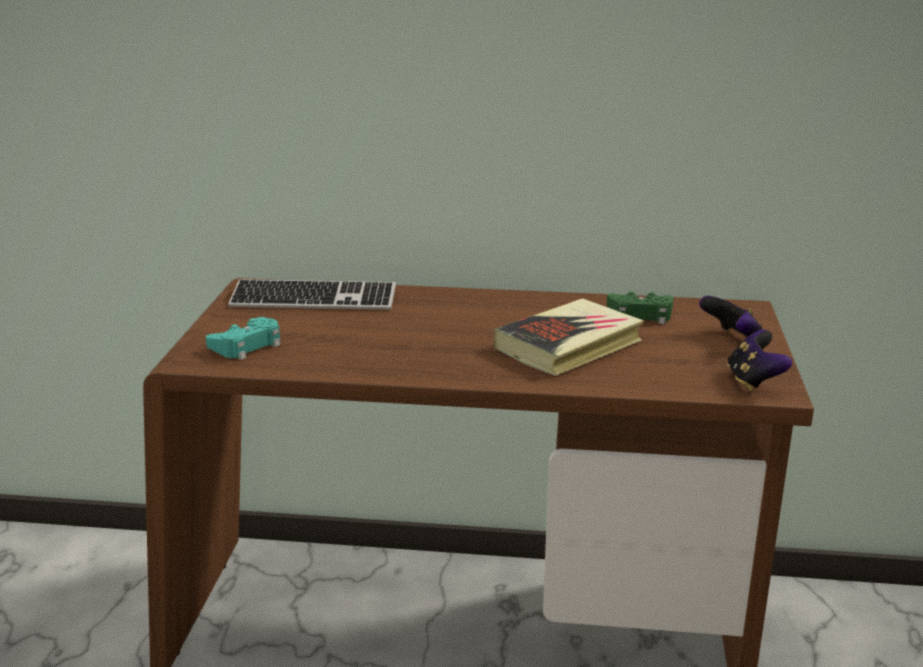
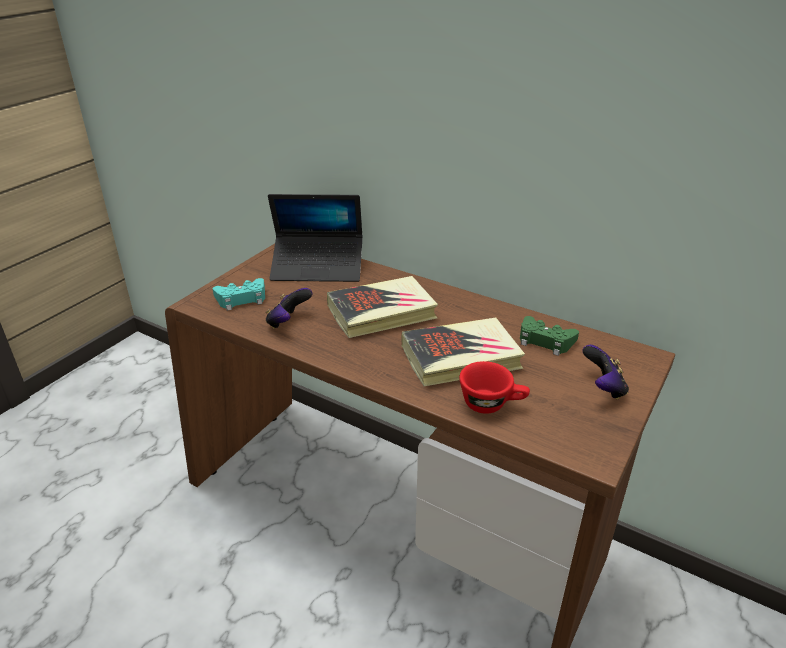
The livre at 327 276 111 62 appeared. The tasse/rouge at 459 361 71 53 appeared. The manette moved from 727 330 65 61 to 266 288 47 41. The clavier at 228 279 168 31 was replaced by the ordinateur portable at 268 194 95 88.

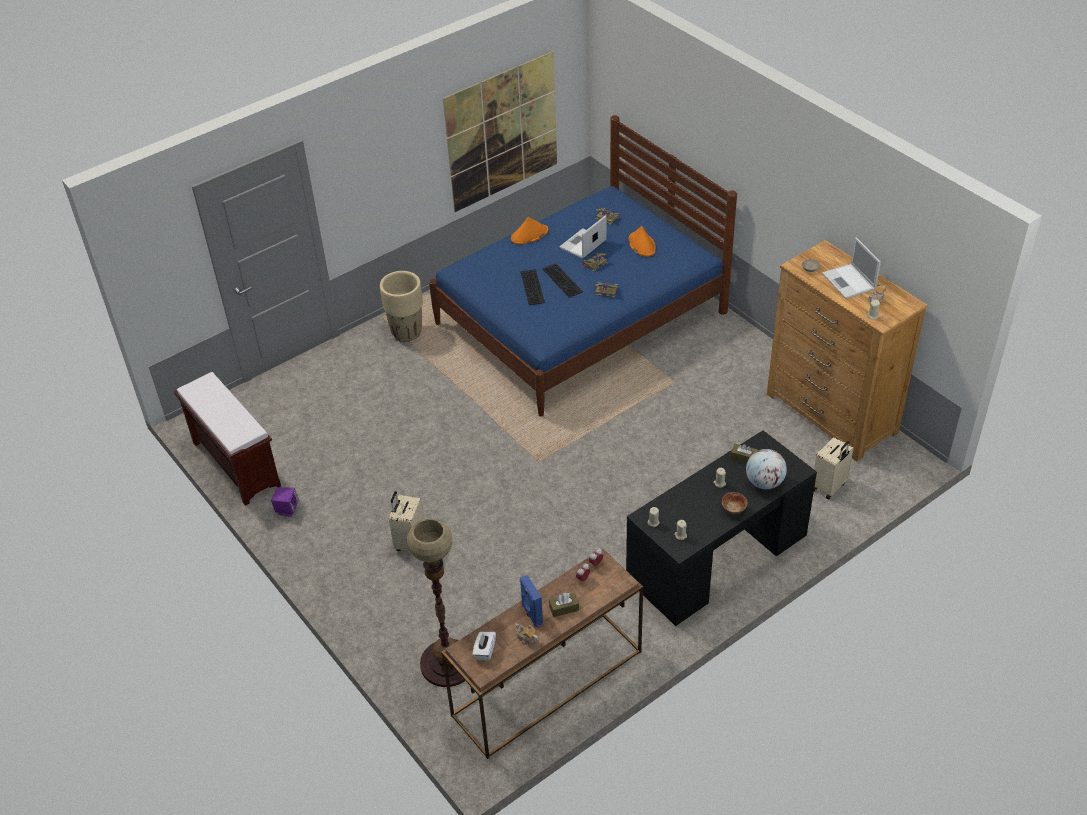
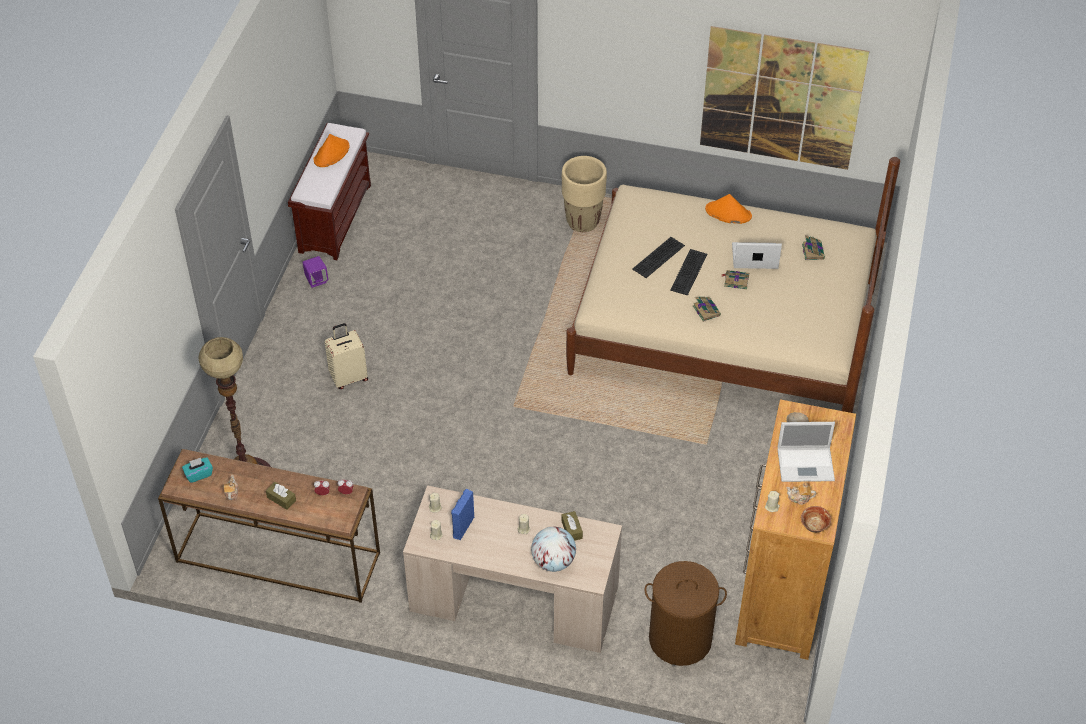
The enceinte/bleu moved from 520 575 23 52 to 451 489 23 51. The chapeau/orange moved from 628 226 28 31 to 314 134 36 33. The bol moved from 722 492 26 23 to 801 506 30 27. The valise/beige at 814 437 40 62 was replaced by the panier à linge/marron at 644 561 83 105. The lit/bleu at 429 115 308 302 became the lit/beige at 566 157 334 256. The boîte à mouchoirs/blanc at 472 632 24 29 became the boîte à mouchoirs/turquoise at 182 458 31 25. The bureau/noir at 626 430 191 196 became the bureau/beige at 403 485 219 168. The ordinateur portable at 822 237 59 62 turned 120 degrees counterclockwise.

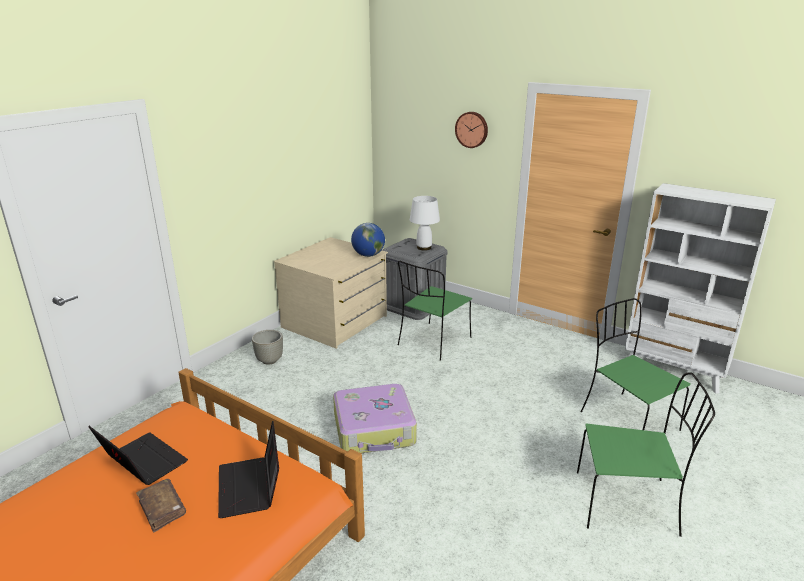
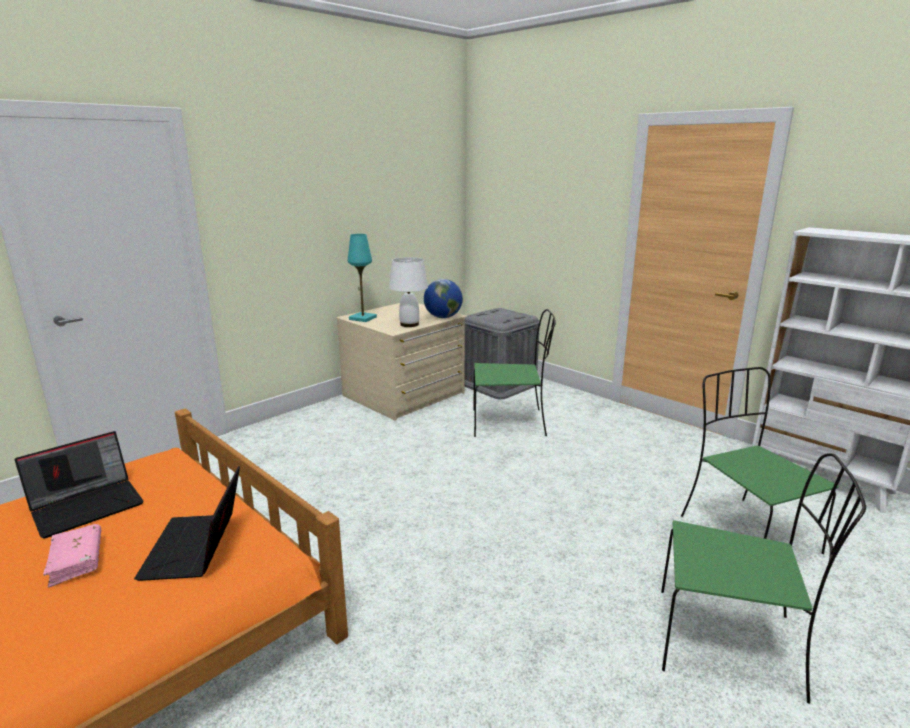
The cache-pot/gris at 252 330 31 35 disappeared. The valise at 333 384 84 69 disappeared. The horloge murale at 455 112 33 36 disappeared. The lampe de table/turquoise at 348 234 29 88 appeared. The lampe de table/blanc moved from 410 196 30 55 to 389 257 39 70. The livre/marron at 136 479 50 53 became the livre/rose at 43 524 58 63. The ordinateur portable at 89 426 99 59 turned 90 degrees clockwise. The chaise/vert at 398 261 74 100 turned 135 degrees counterclockwise.

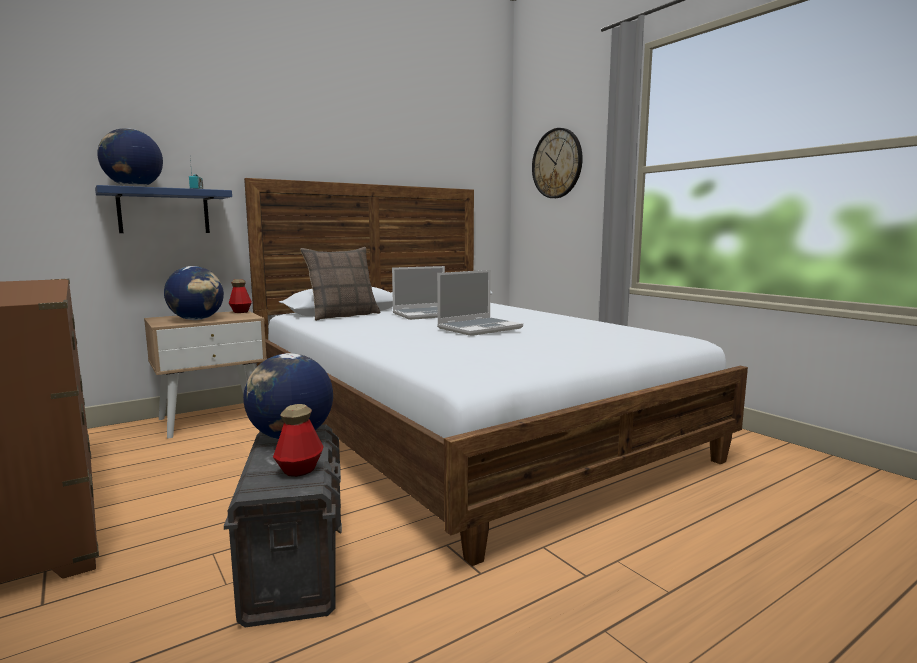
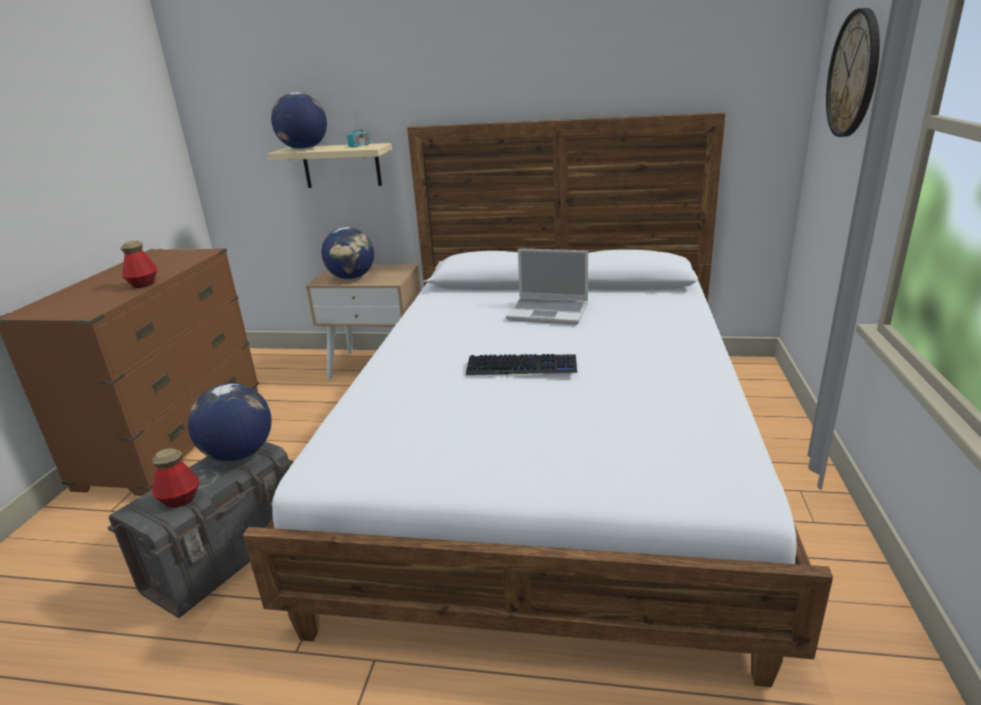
The coussin at 300 247 81 74 disappeared. The bouteille moved from 229 279 23 34 to 120 240 37 48. The ordinateur portable at 437 270 86 66 was replaced by the clavier at 466 354 111 21. The étagère/bleu at 95 185 137 48 became the étagère/beige at 268 143 124 45.

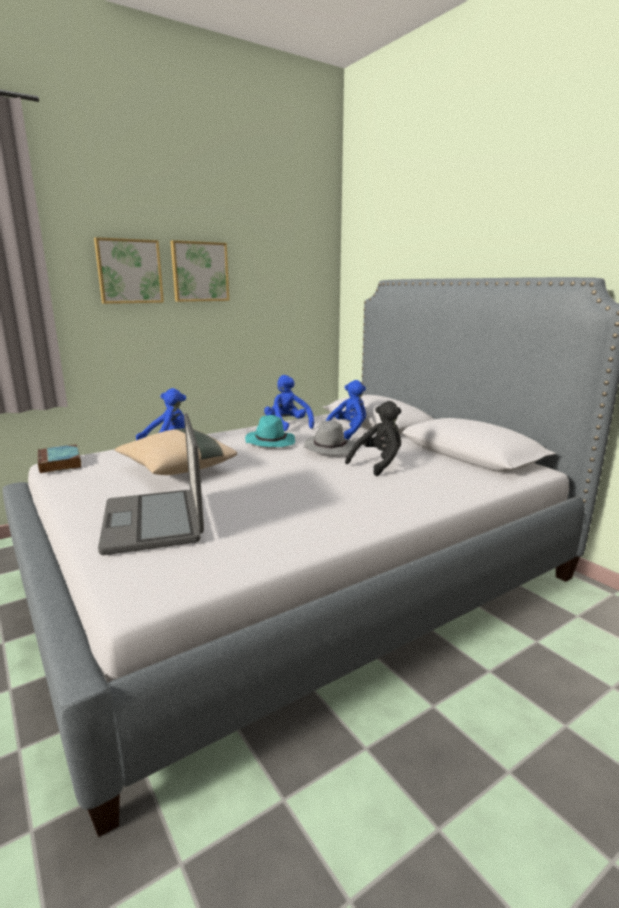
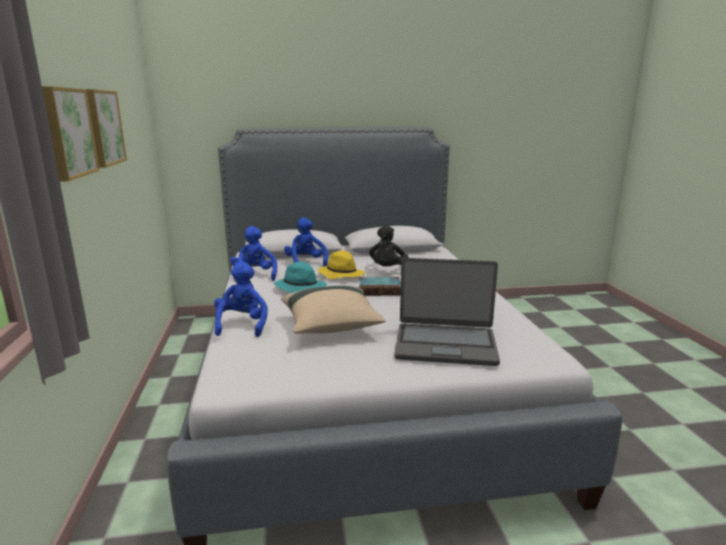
The livre moved from 38 444 43 29 to 359 277 42 19. The chapeau/gris at 304 420 52 35 became the chapeau/jaune at 318 250 47 29. The peluche/bleu at 264 375 50 56 turned 75 degrees clockwise. The peluche/noir at 345 401 56 75 turned 150 degrees counterclockwise.

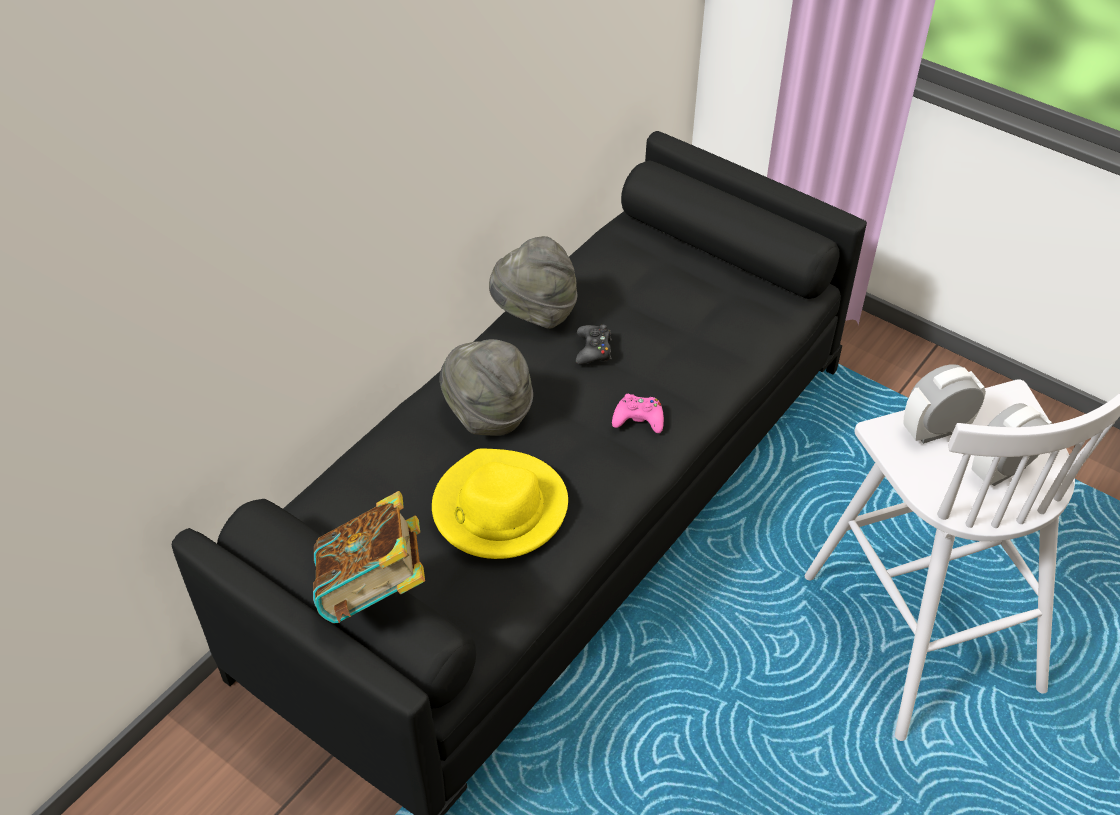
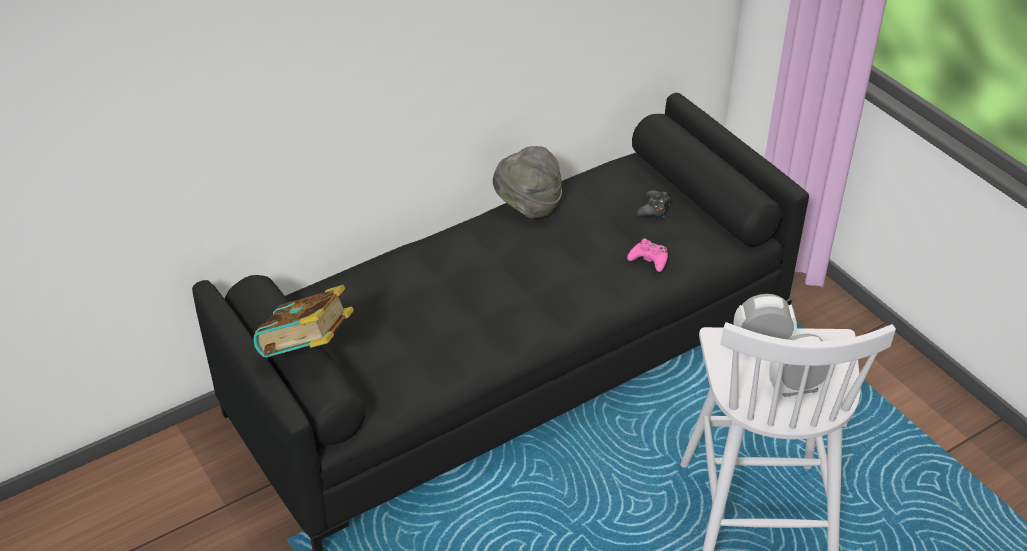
The chapeau/jaune at 432 448 136 111 disappeared. The chapeau/gris at 439 339 94 97 disappeared. The manette/noir moved from 576 324 36 40 to 637 190 34 29. The manette/rose moved from 612 394 52 39 to 627 238 41 34.

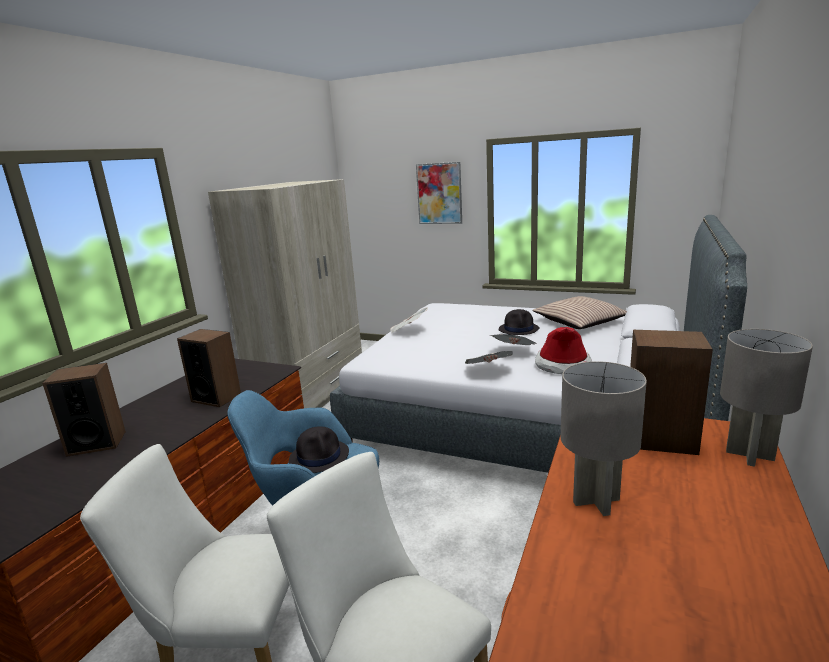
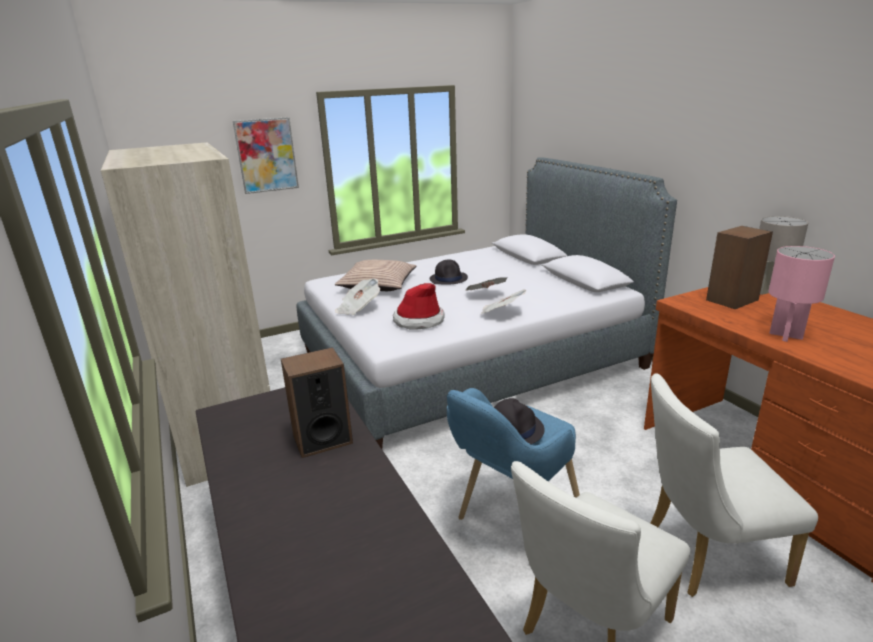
The enceinte at 42 363 84 94 disappeared. The coussin moved from 532 296 95 33 to 335 260 81 31. The chapeau moved from 535 327 57 47 to 393 283 52 47. The lampe de table/gris at 561 361 86 155 became the lampe de table/rose at 769 246 66 96.

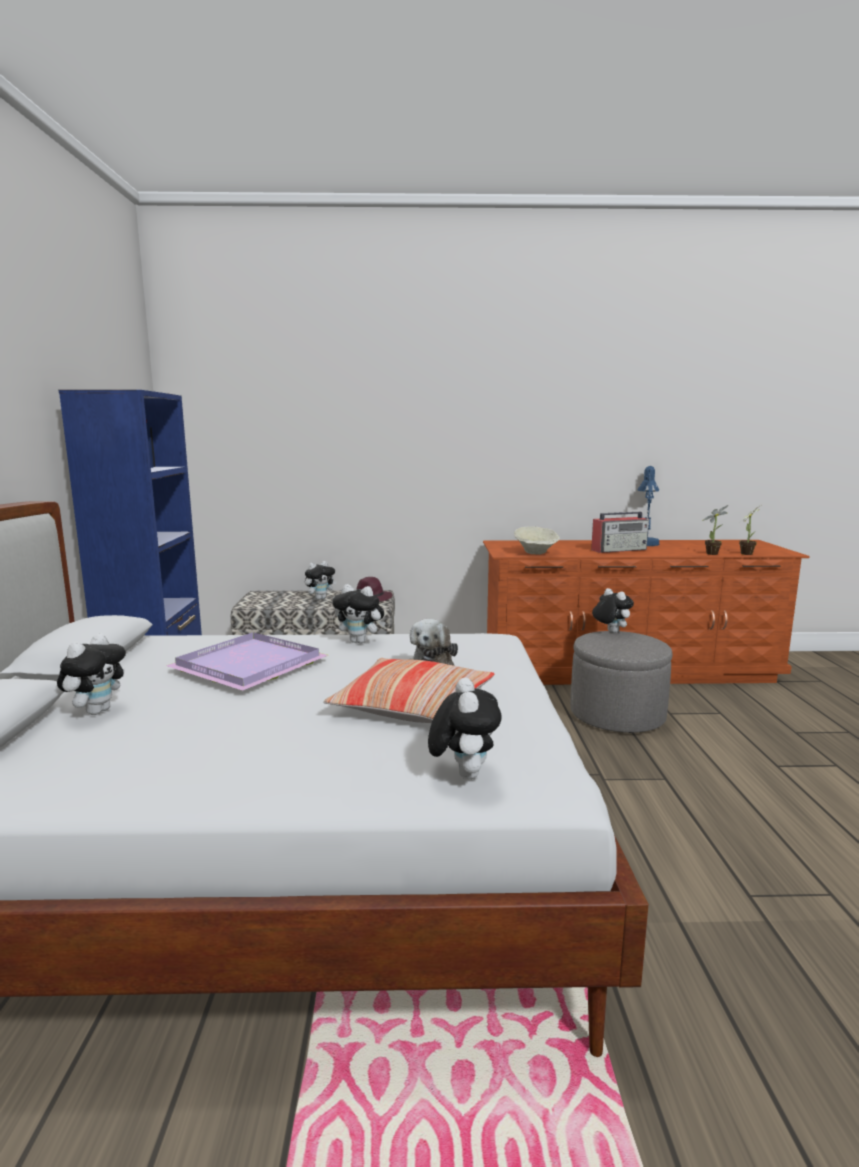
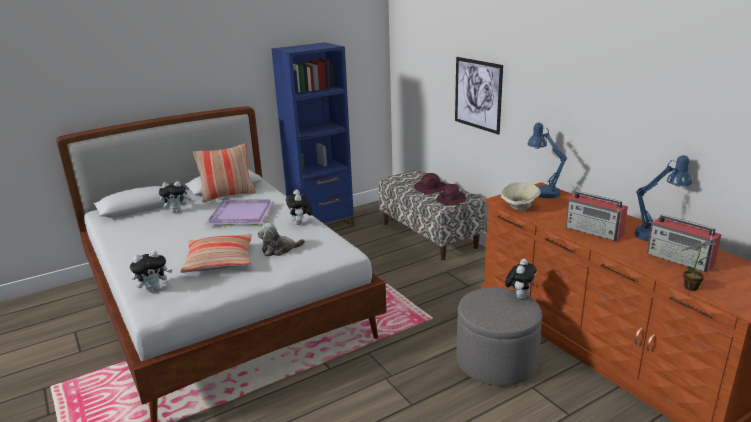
The plante en pot at 703 505 26 50 disappeared. The coussin at 193 144 63 59 appeared. The tableau at 455 57 48 78 appeared. The lampe de table/bleu at 528 122 39 76 appeared. The radio at 647 214 75 59 appeared. The peluche at 305 561 32 39 was replaced by the chapeau/violet at 414 173 32 21.

